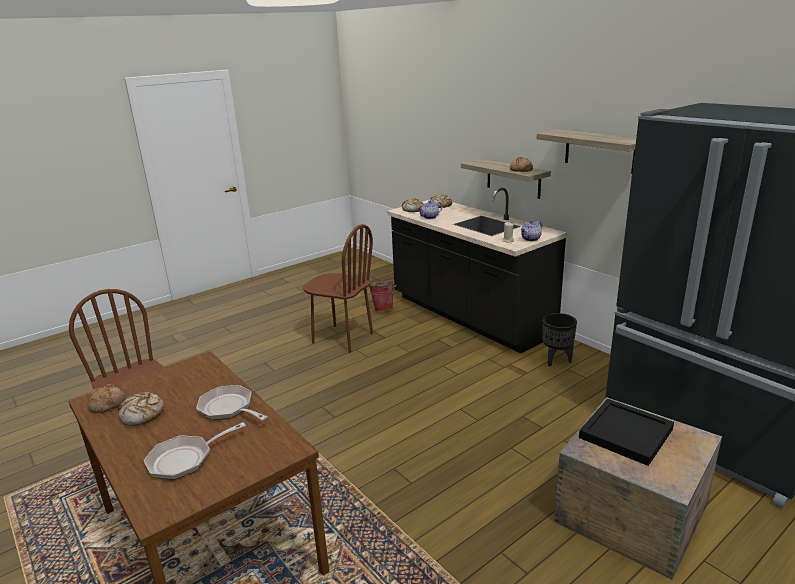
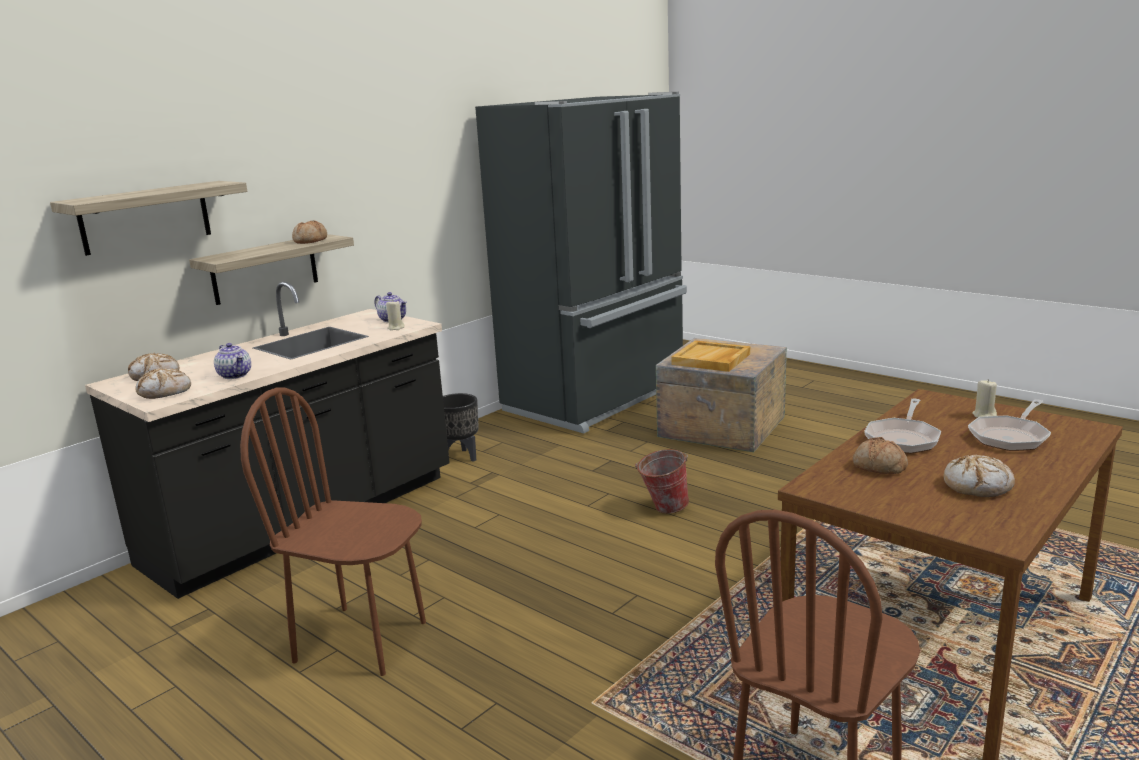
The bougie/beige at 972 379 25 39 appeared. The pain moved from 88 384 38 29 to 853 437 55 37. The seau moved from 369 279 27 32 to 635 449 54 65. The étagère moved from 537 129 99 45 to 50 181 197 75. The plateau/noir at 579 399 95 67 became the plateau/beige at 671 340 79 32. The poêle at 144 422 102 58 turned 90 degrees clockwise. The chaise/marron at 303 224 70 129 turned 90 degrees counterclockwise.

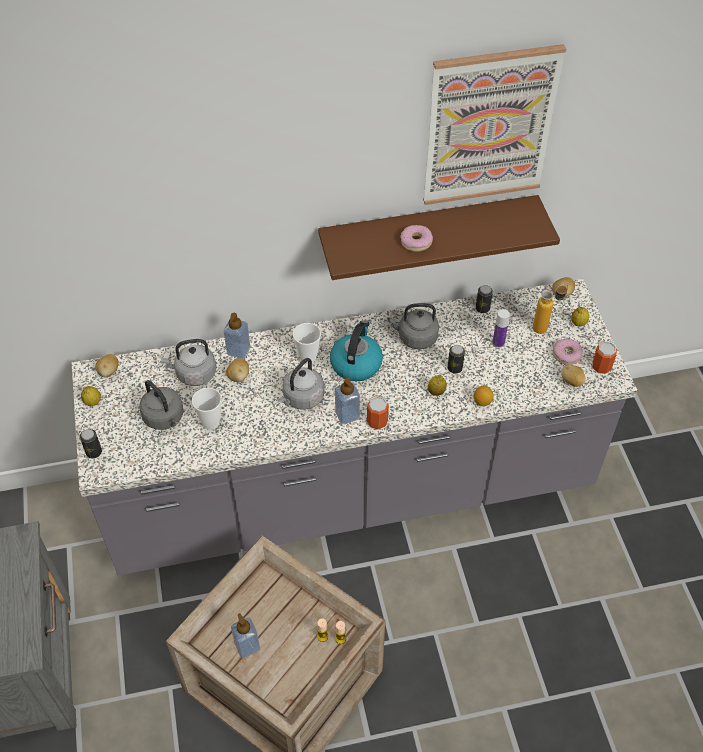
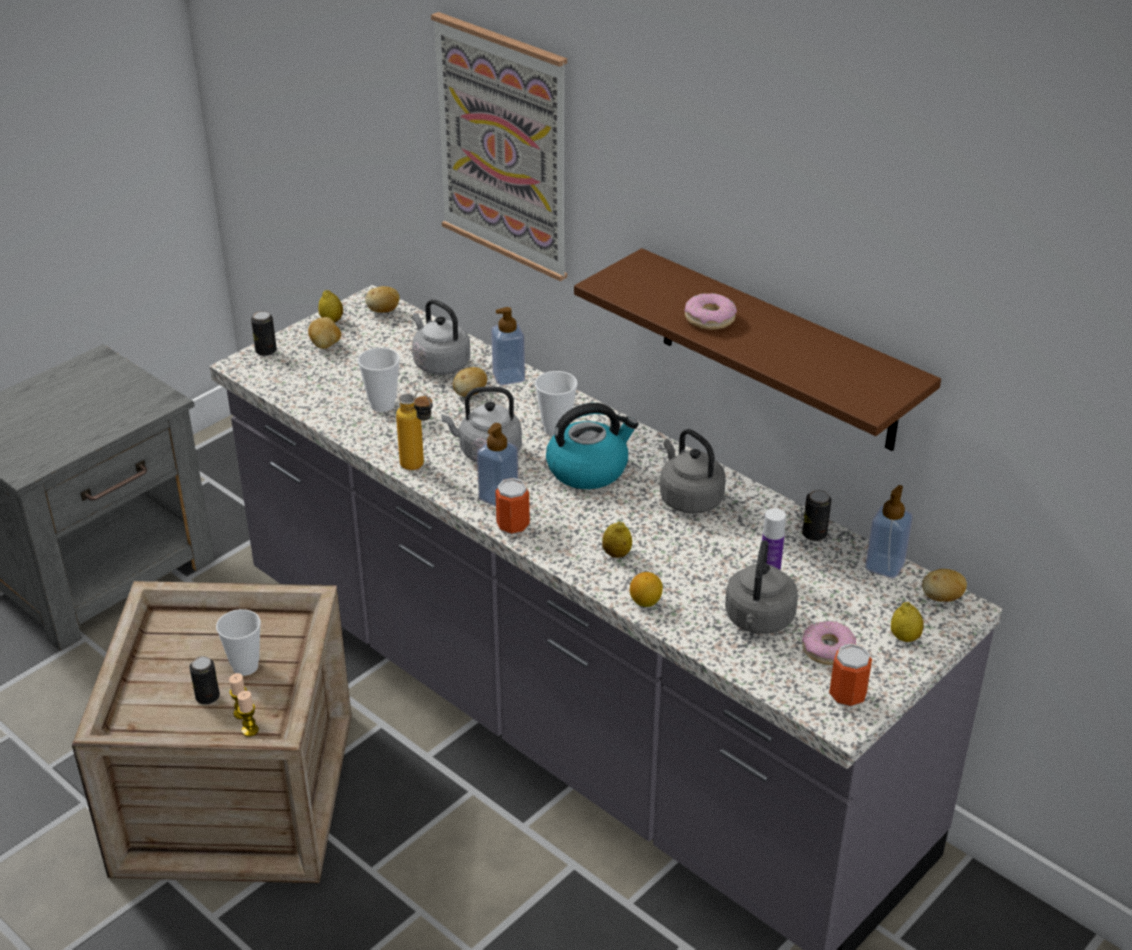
The tasse at 216 609 45 67 appeared. The bouilloire/gris moved from 139 380 45 50 to 725 540 73 94. The distributeur de savon moved from 231 613 29 45 to 865 485 48 93. The tableau moved from 423 44 143 161 to 431 12 136 269. The boîte métallique moved from 448 345 17 29 to 189 656 31 48. The bouteille moved from 533 284 35 50 to 396 391 36 79. The pomme de terre moved from 561 365 25 22 to 308 317 33 32.

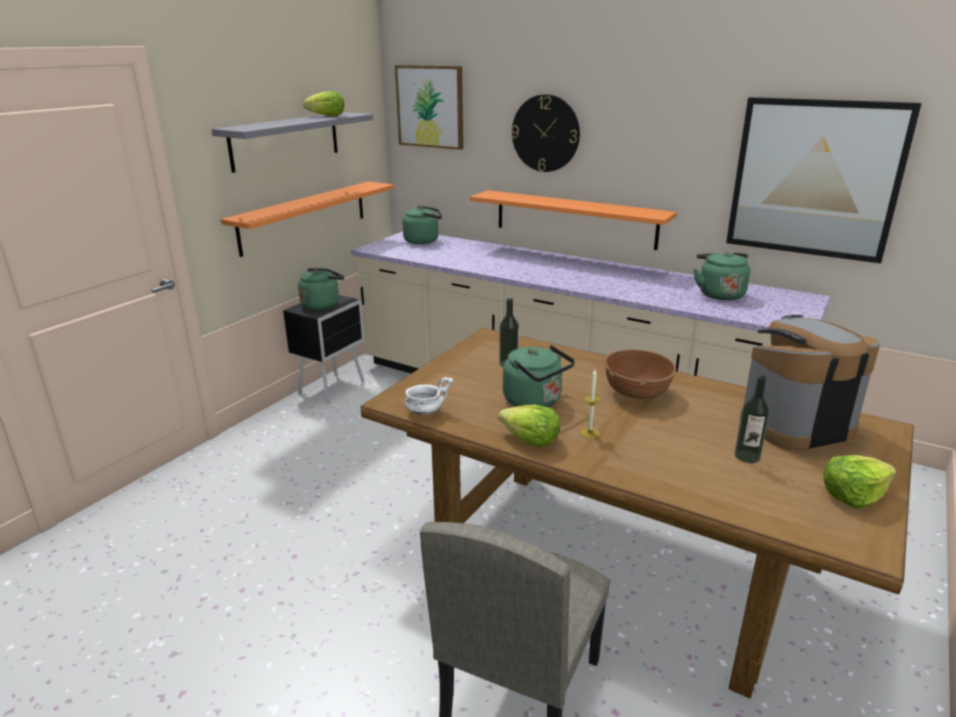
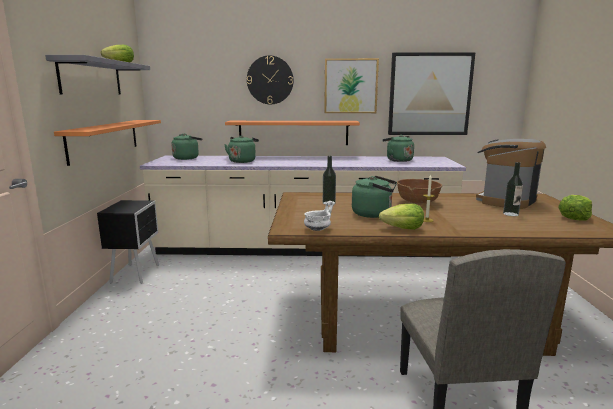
The bouilloire/vert moved from 298 268 46 42 to 224 135 35 28. The tableau moved from 395 65 68 85 to 324 58 55 55.

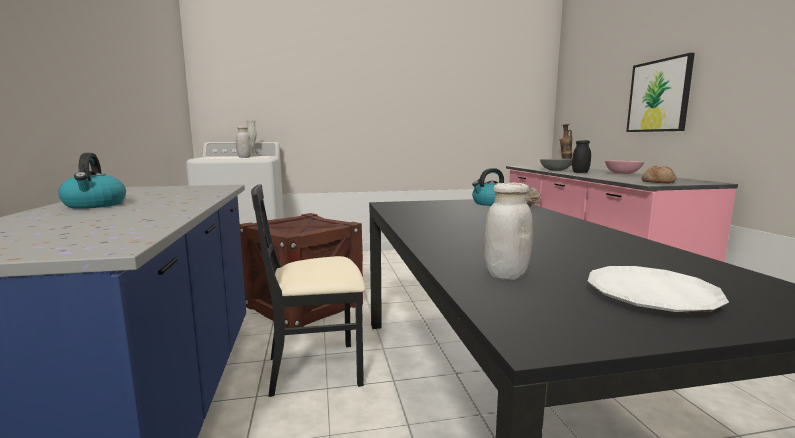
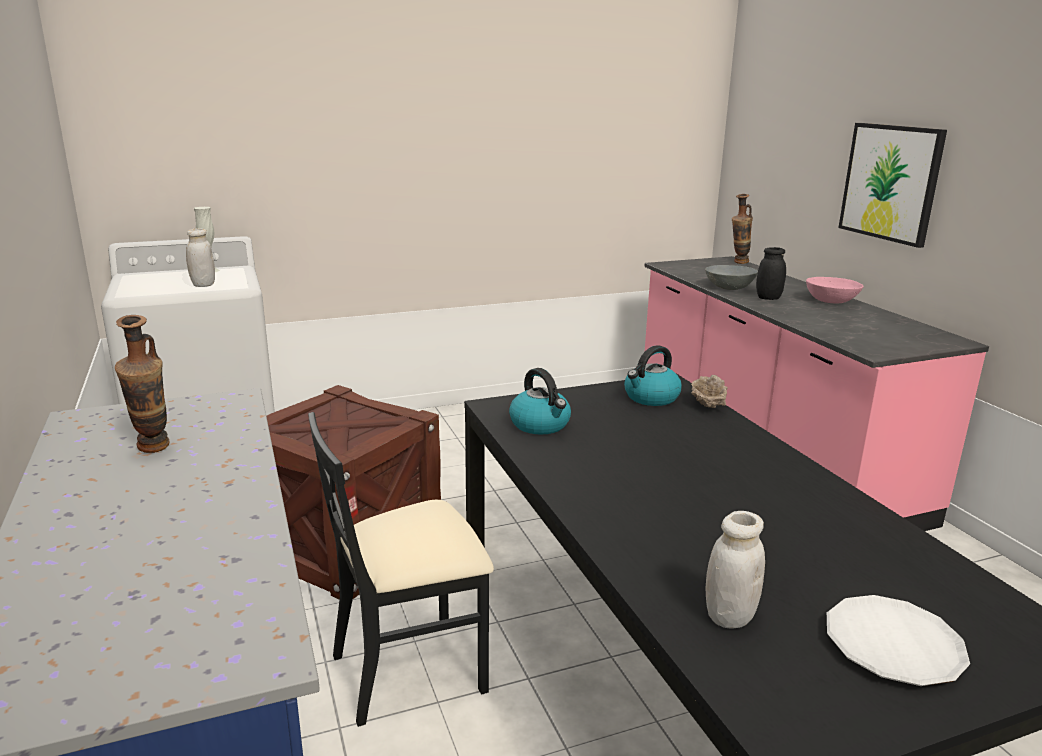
The pain at 642 166 34 17 disappeared. The vase at 115 315 55 138 appeared. The bouilloire moved from 58 153 68 56 to 509 368 62 67.

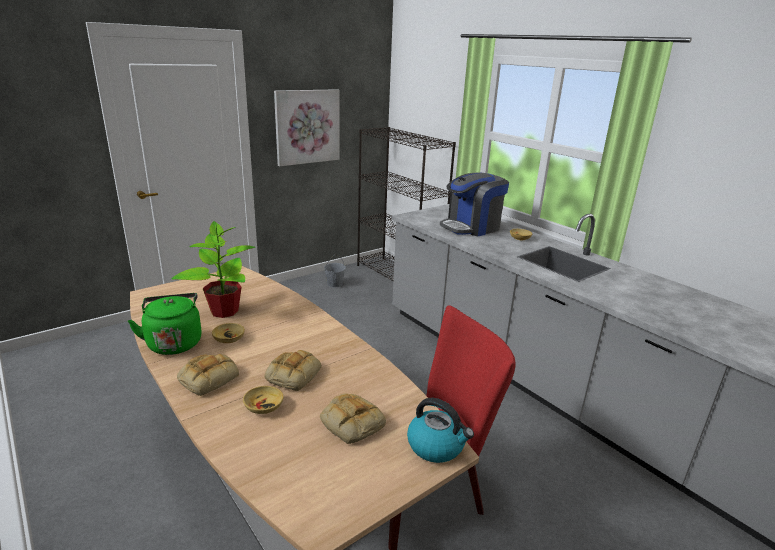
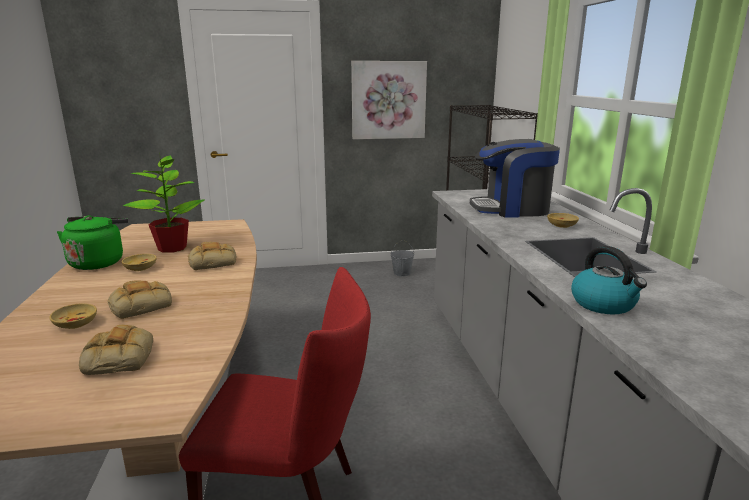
The pain moved from 177 354 62 42 to 188 242 48 28. The bouilloire moved from 407 398 67 65 to 571 246 76 68.

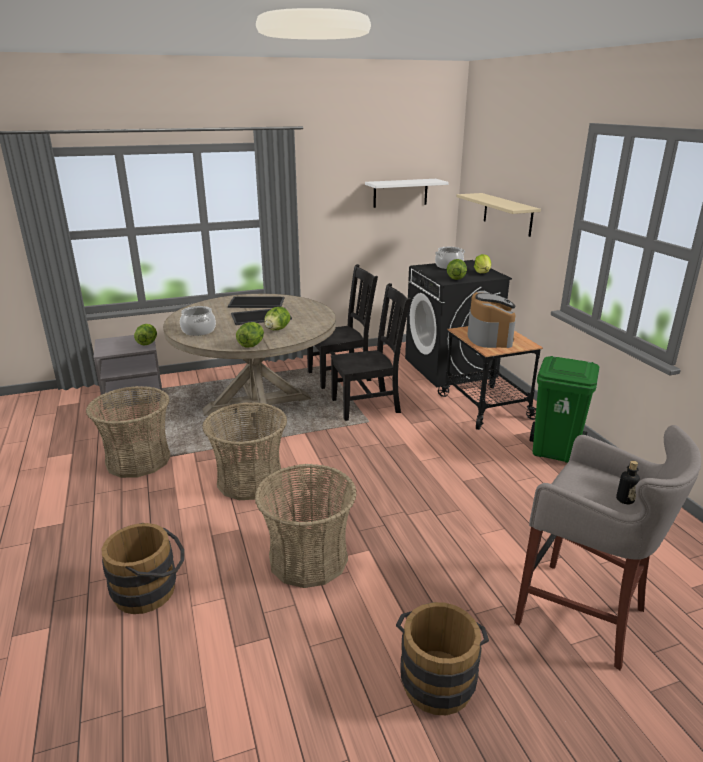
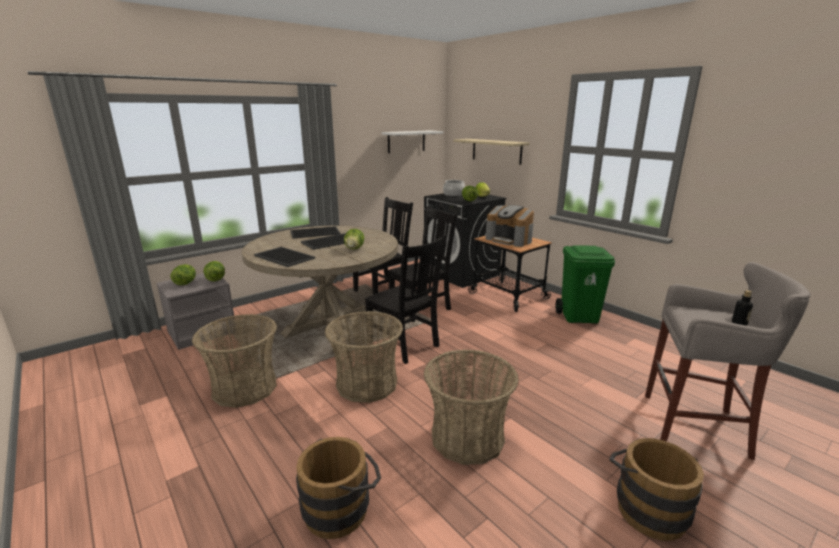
The chaise/noir at 365 234 82 130 appeared. The laitue moved from 236 322 28 26 to 171 264 25 21. The marmite at 180 306 36 30 was replaced by the plateau at 254 247 61 20. The machine à café at 468 291 48 57 turned 150 degrees clockwise.

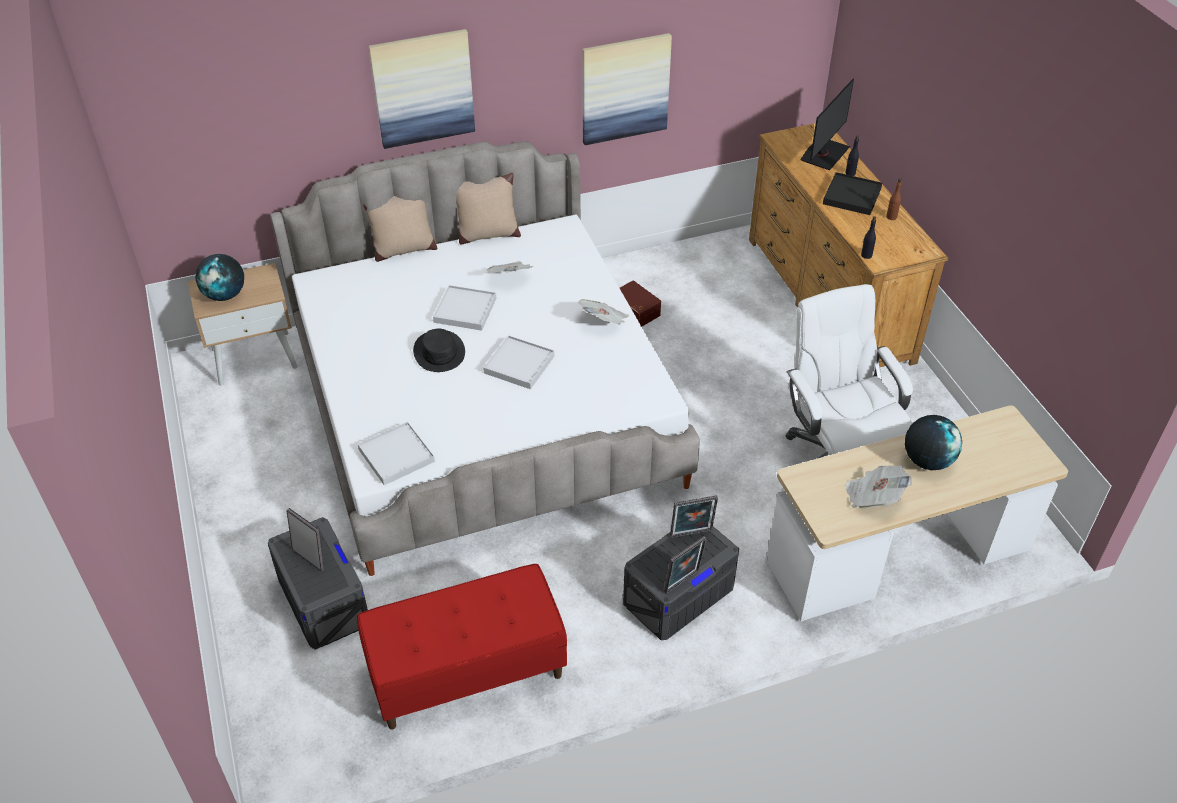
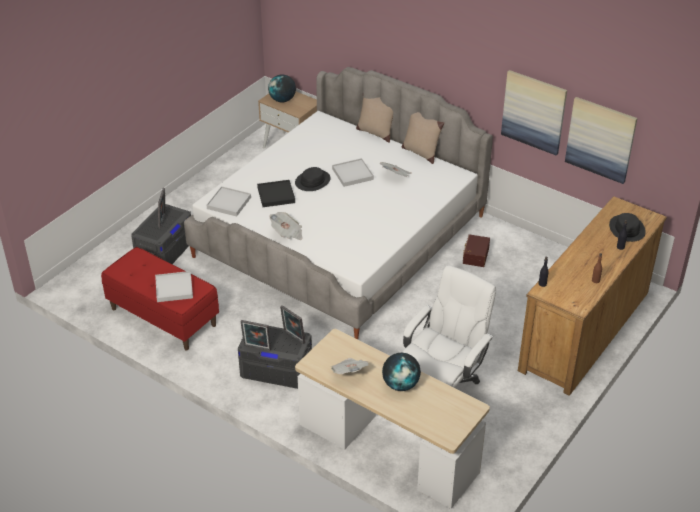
The tableau moved from 369 29 106 120 to 565 97 72 87. The plateau/blanc moved from 483 335 72 54 to 155 271 38 31. The journal moved from 578 299 51 25 to 270 212 33 28. The plateau/noir moved from 823 172 59 43 to 257 180 38 27. The écran d'ordinateur at 800 79 54 91 was replaced by the chapeau/noir at 609 213 37 29.

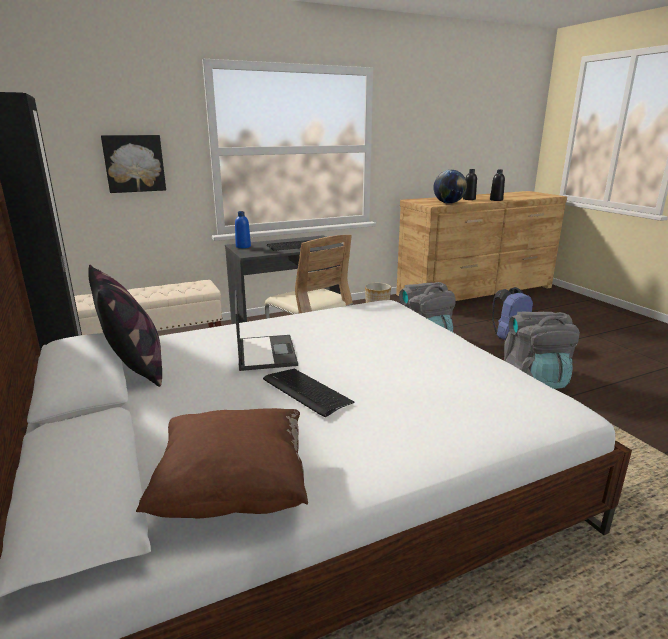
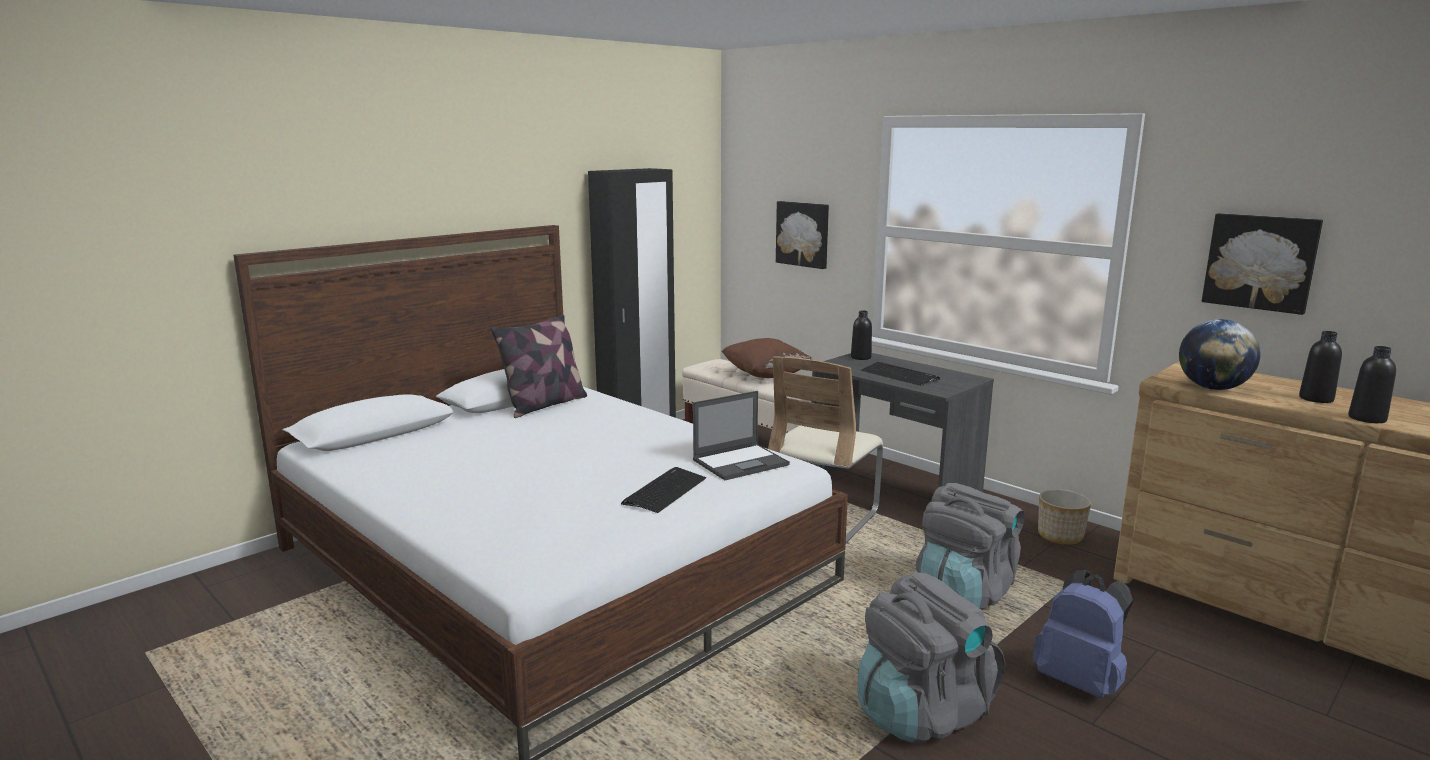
The tableau at 1202 213 121 102 appeared. The coussin/marron moved from 136 408 172 111 to 722 338 91 40. The ordinateur portable moved from 235 290 63 81 to 693 391 97 89. The clavier moved from 263 369 91 48 to 621 467 85 46. The bouteille/bleu at 235 211 16 37 became the bouteille/noir at 851 310 21 50.

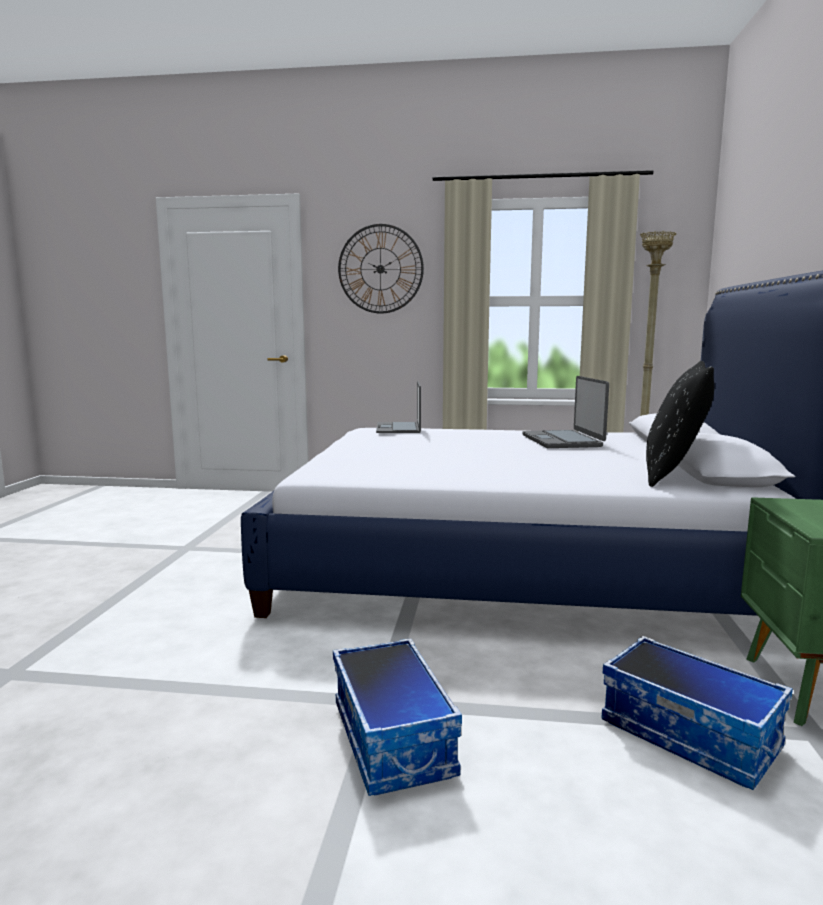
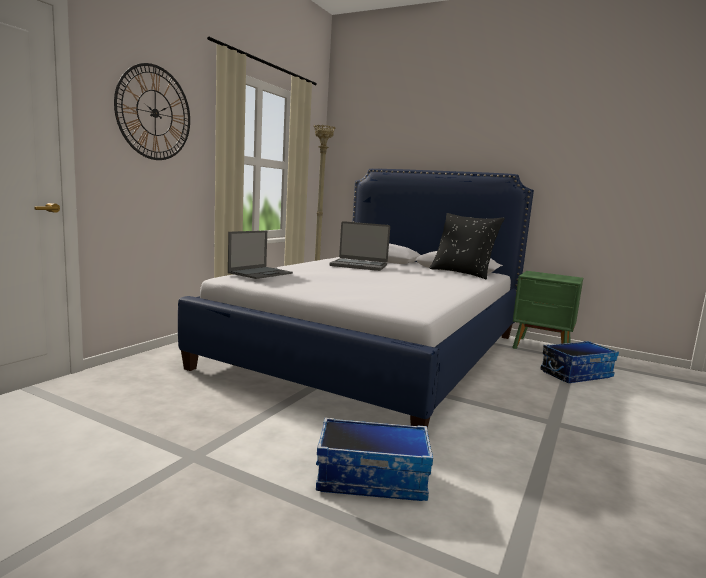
The boîte de rangement moved from 333 638 129 158 to 316 418 117 83. The ordinateur portable at 376 381 45 52 turned 75 degrees counterclockwise.

